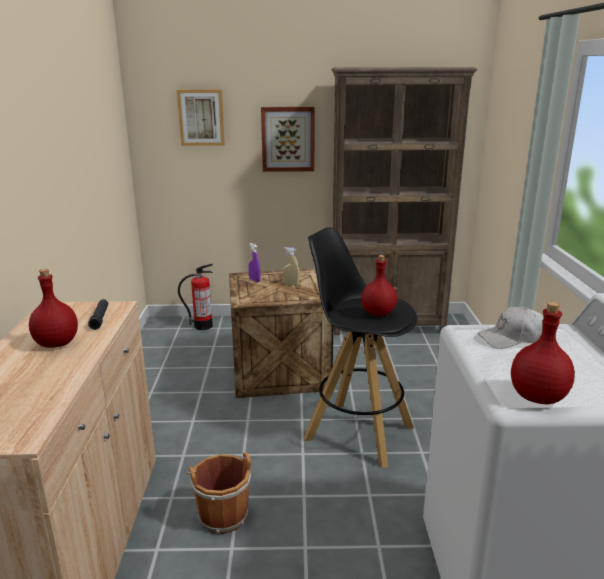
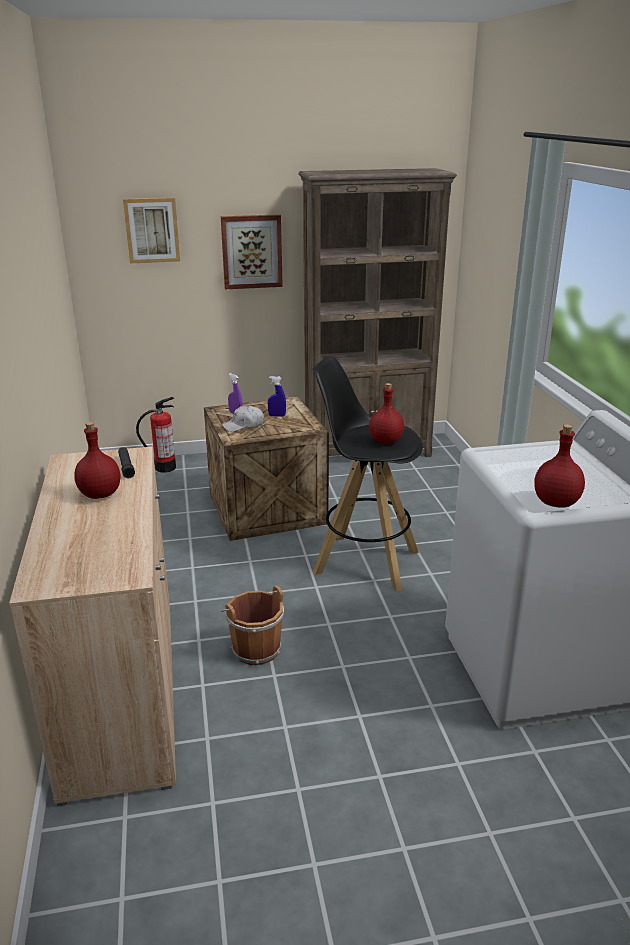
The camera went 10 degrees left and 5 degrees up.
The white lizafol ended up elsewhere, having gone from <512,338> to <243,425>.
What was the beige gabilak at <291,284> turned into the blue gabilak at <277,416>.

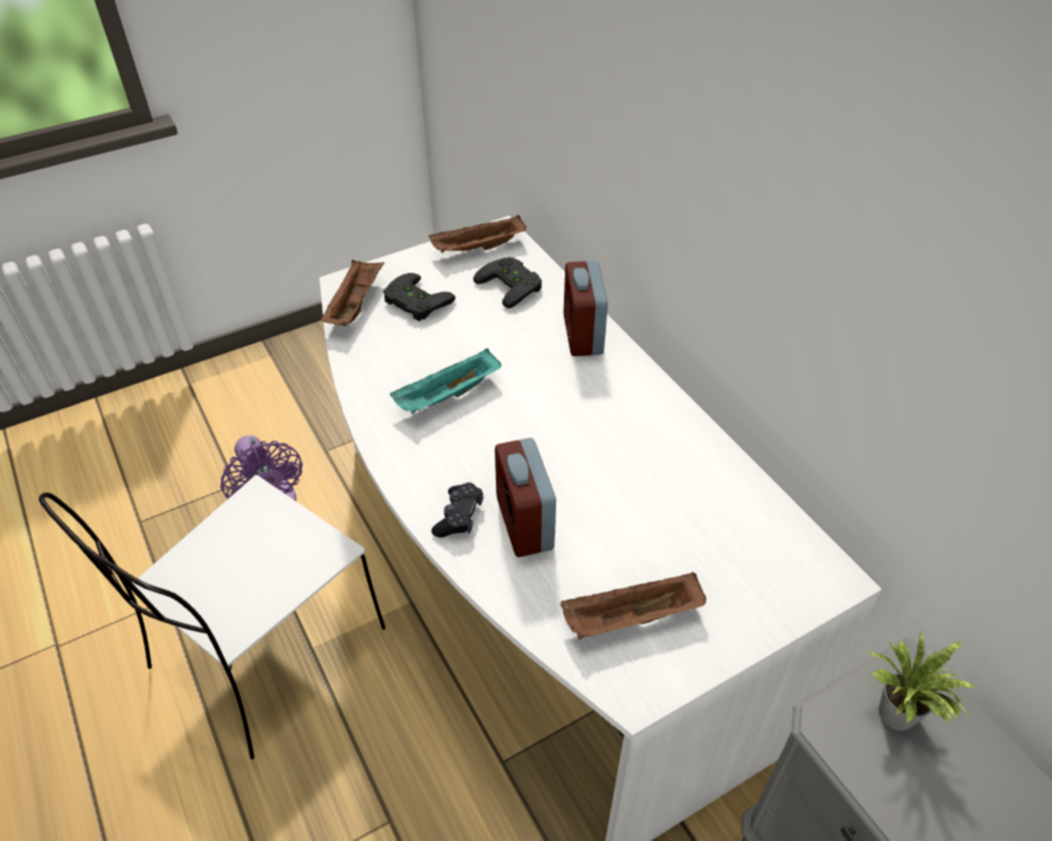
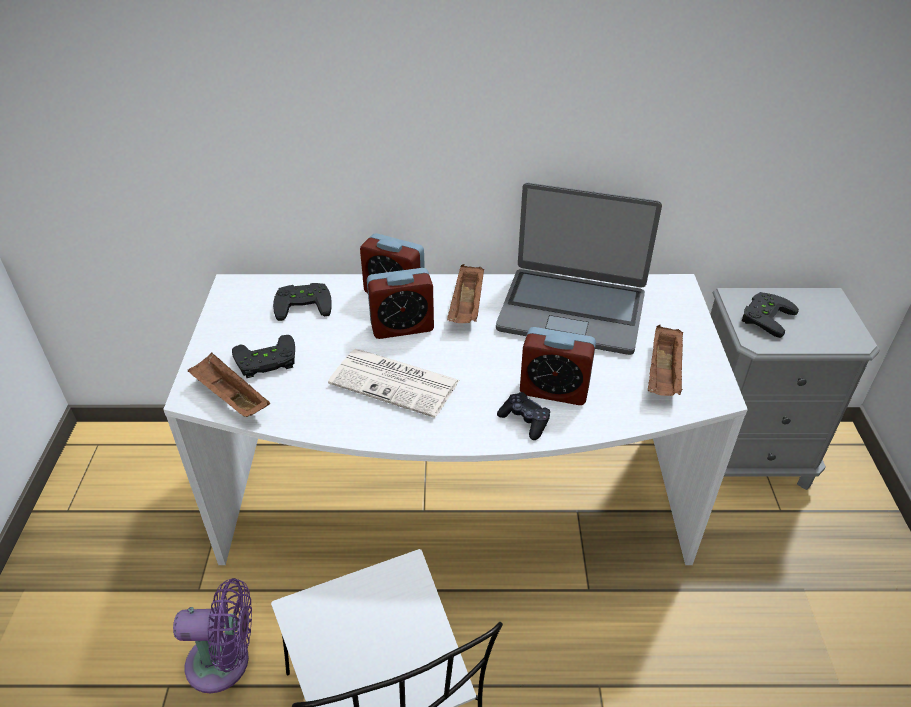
The camera went 60 degrees left and 5 degrees down.
Where the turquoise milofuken stood at <448,396>, the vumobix came to stand at <396,382>.
The second view gained the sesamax at <402,327>.
The brown milofuken ended up elsewhere, having gone from <478,249> to <467,307>.
The second view gained the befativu at <572,311>.
Where the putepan stood at <897,718>, the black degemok came to stand at <764,316>.

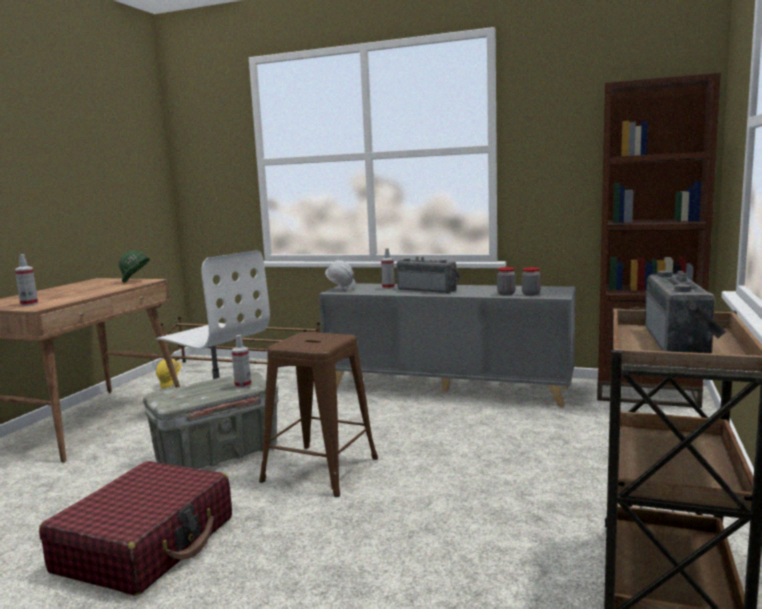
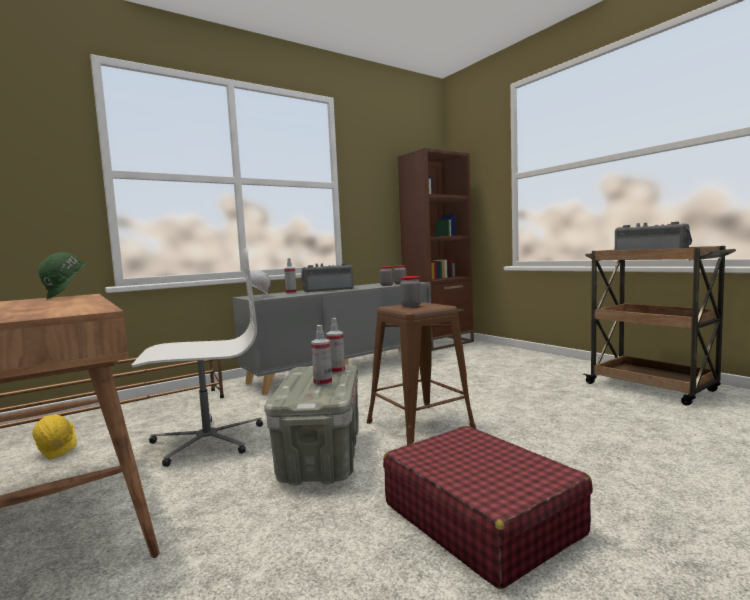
The camera went 55 degrees left and 5 degrees down.
The gabilak ended up elsewhere, having gone from <29,304> to <323,383>.
The second view gained the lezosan at <411,306>.

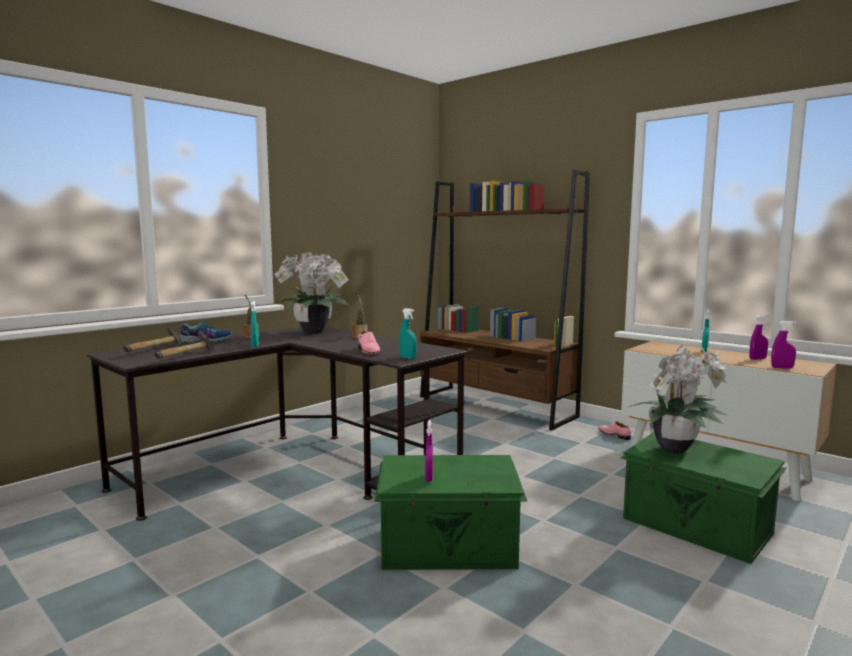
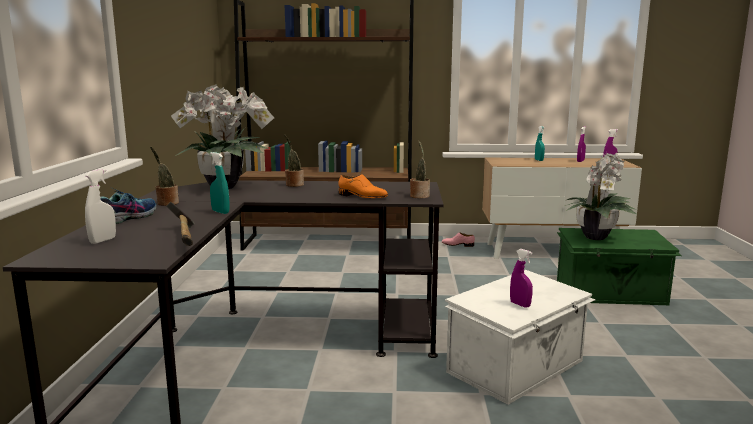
The camera went 40 degrees left and 5 degrees up.
Where the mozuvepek stood at <155,350>, the white gabilak came to stand at <103,240>.
What was the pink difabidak at <368,351> turned into the orange difabidak at <362,196>.
Where the turquoise gabilak stood at <407,358>, the putepan came to stand at <419,196>.
What was the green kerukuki at <449,548> turned into the white kerukuki at <517,367>.

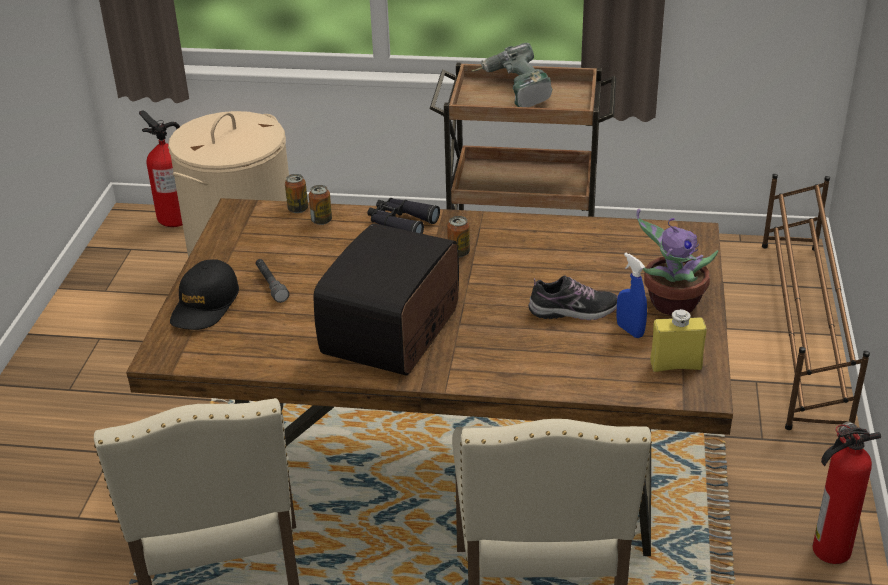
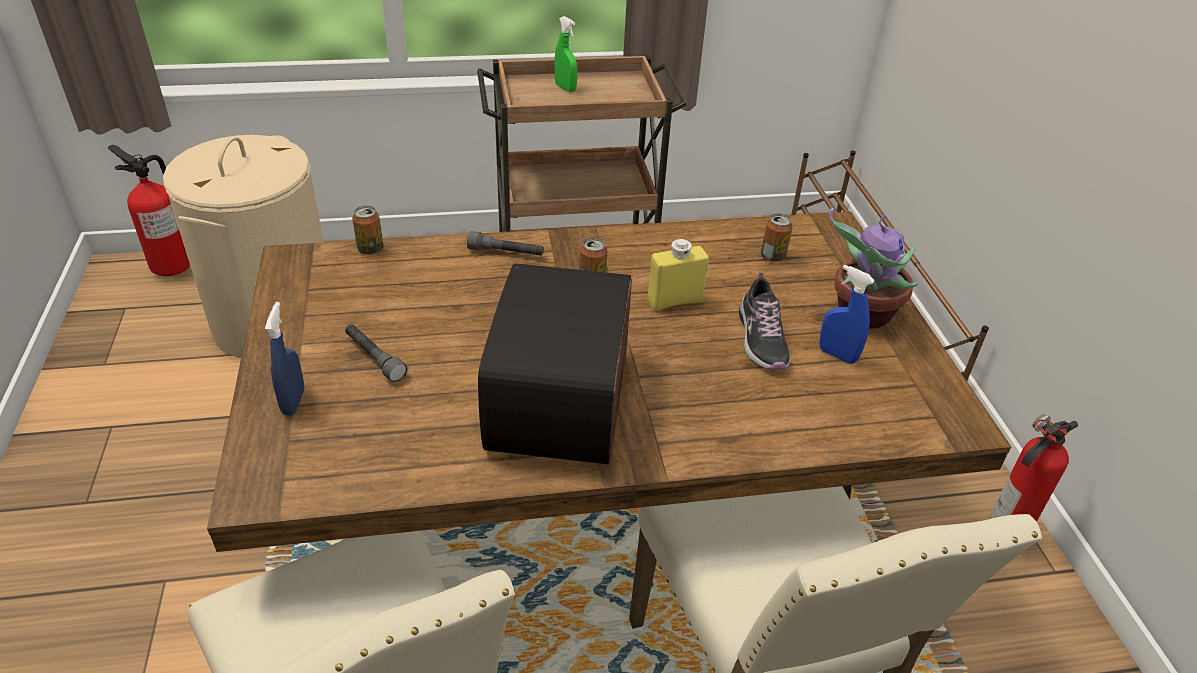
The camera went 20 degrees left and 5 degrees up.
Where the black lizafol stood at <205,305>, the blue gabilak came to stand at <293,402>.
Where the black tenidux stood at <400,223>, the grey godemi came to stand at <506,253>.
Where the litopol stood at <514,92>, the green gabilak came to stand at <565,88>.
The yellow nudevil ended up elsewhere, having gone from <675,365> to <675,301>.
The difabidak at <573,311> ended up facing another way, 105 degrees clockwise from before.
The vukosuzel ended up elsewhere, having gone from <321,220> to <773,256>.

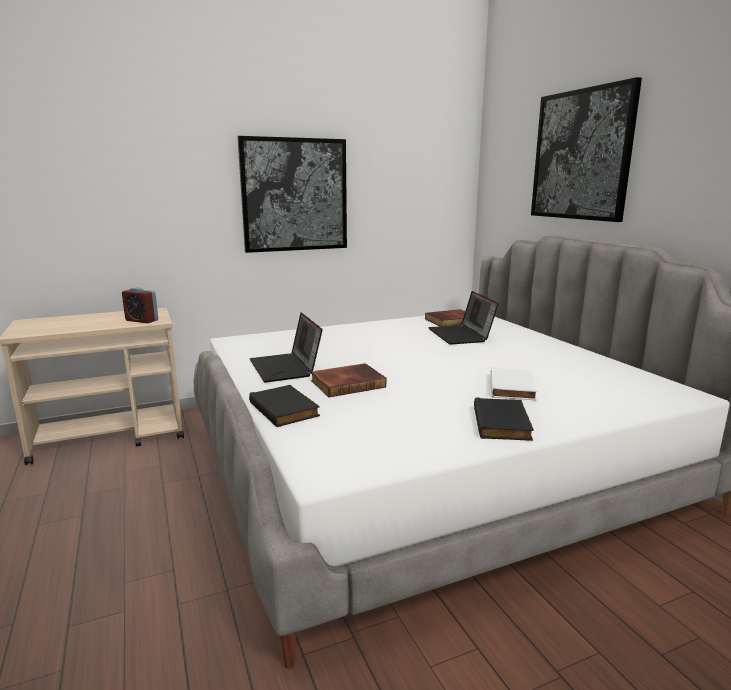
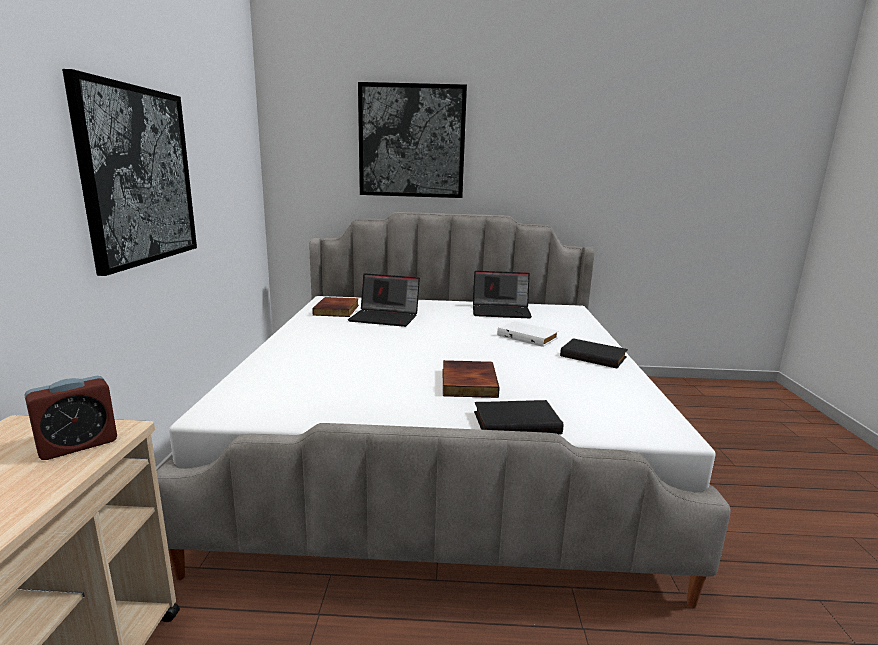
The camera went 65 degrees left and 0 degrees up.
The befativu ended up elsewhere, having gone from <286,368> to <501,311>.

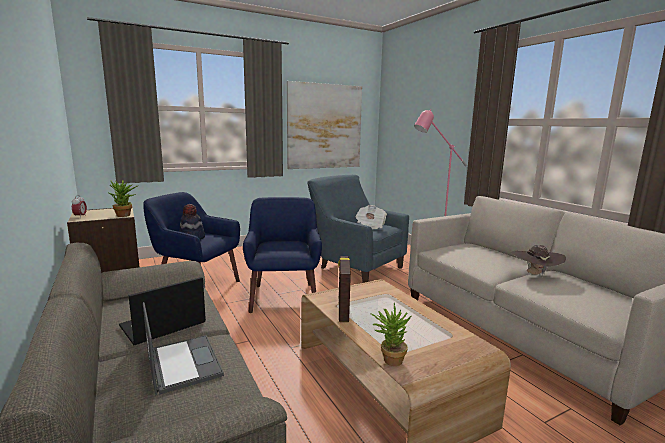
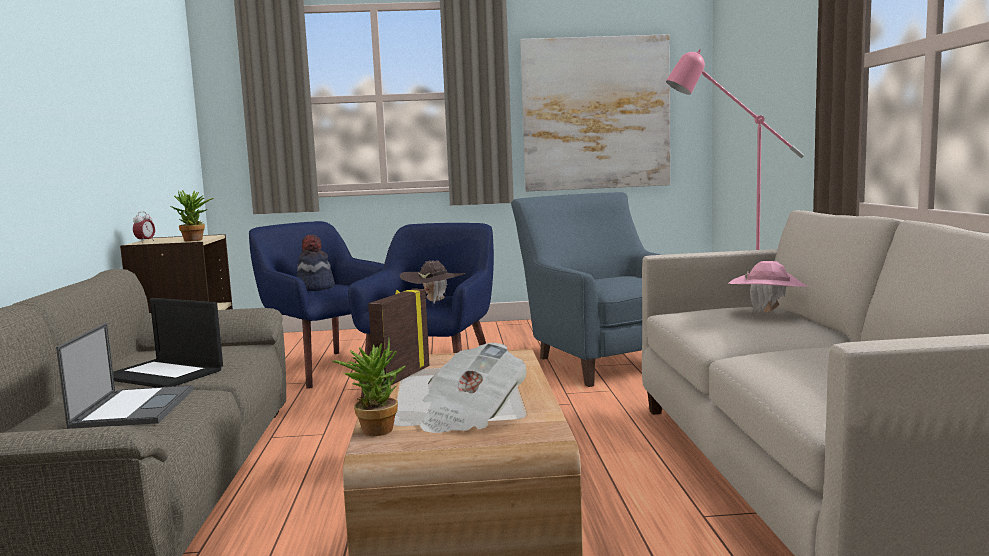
The camera went 25 degrees right and 5 degrees down.
The befativu at <162,325> ended up facing another way, 135 degrees counterclockwise from before.
The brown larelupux ended up elsewhere, having gone from <535,274> to <434,302>.
The vumobix ended up elsewhere, having gone from <370,226> to <470,417>.
The second view gained the pink larelupux at <768,313>.

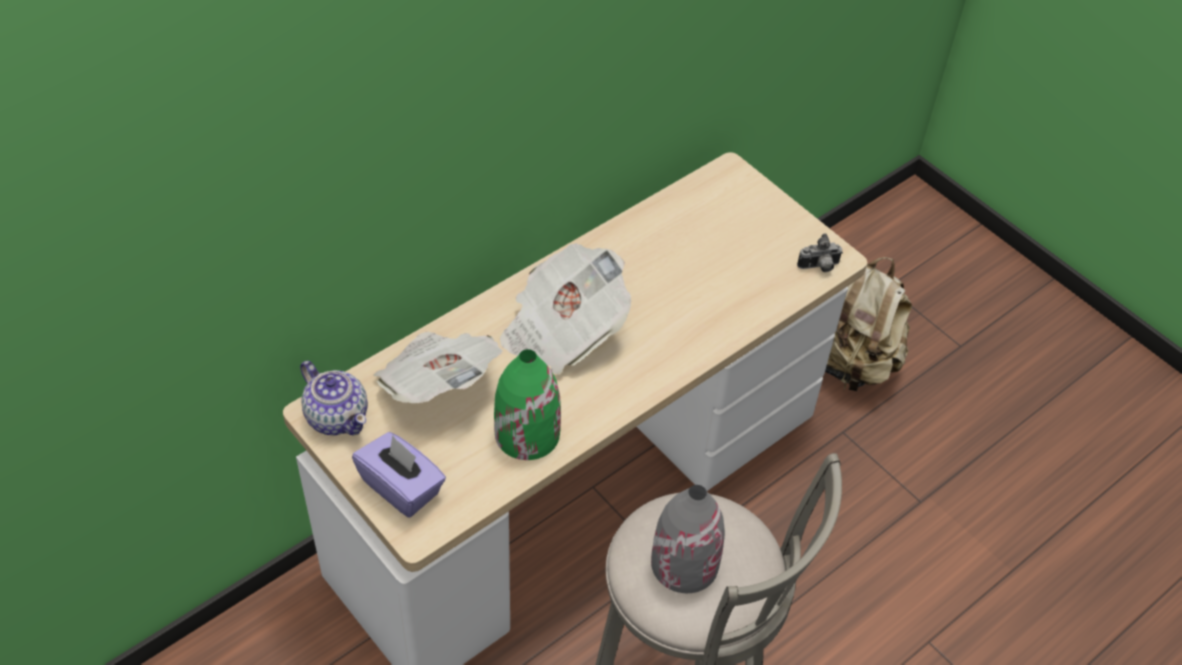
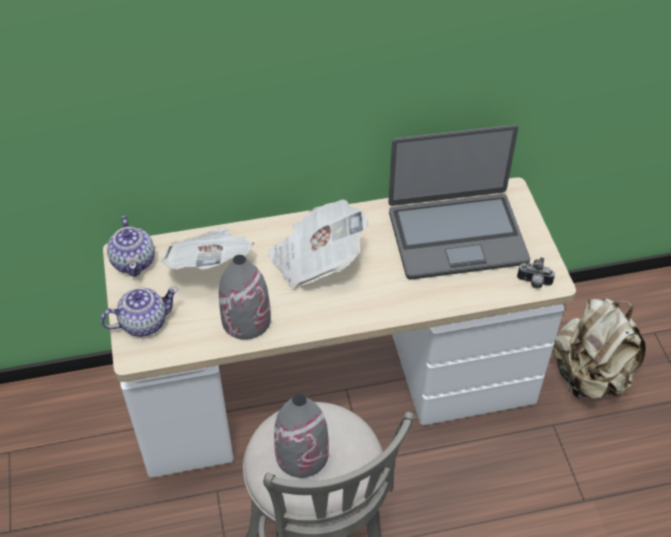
The camera went 30 degrees right and 0 degrees up.
Where the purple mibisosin stood at <401,487>, the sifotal came to stand at <143,322>.
What was the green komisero at <527,433> turned into the grey komisero at <246,319>.
The second view gained the befativu at <456,235>.

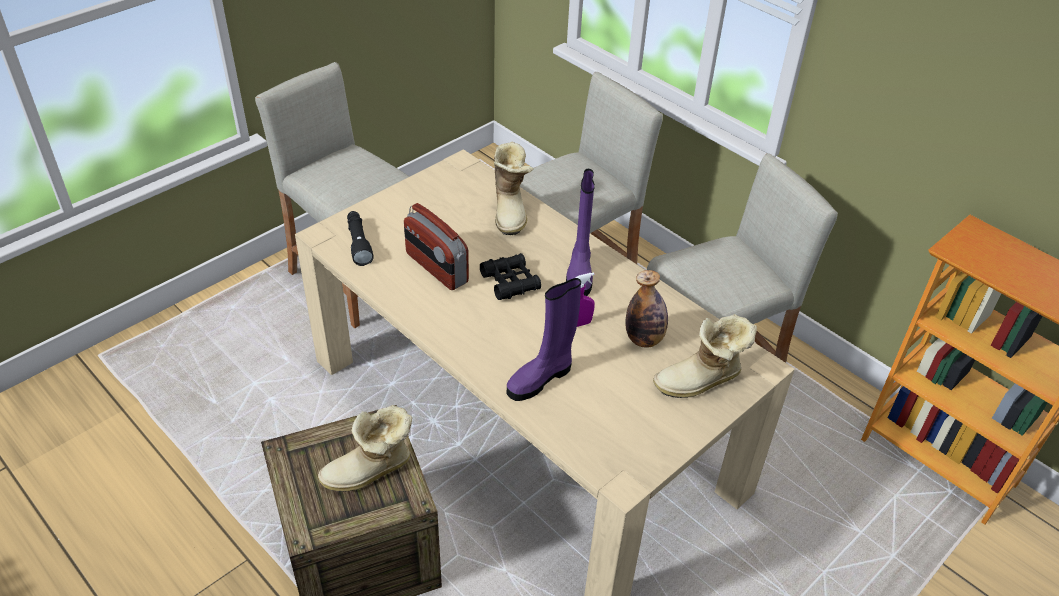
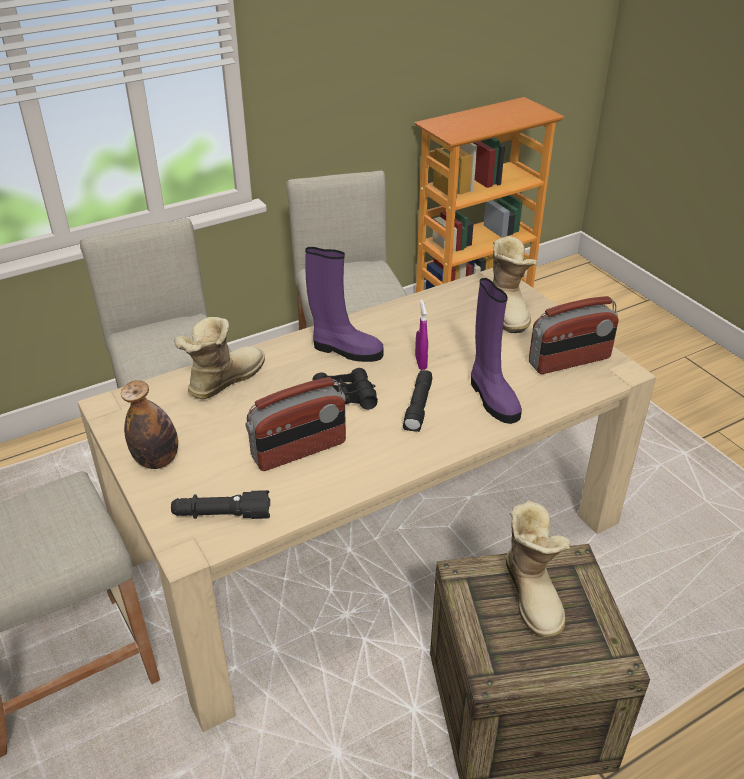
The camera went 75 degrees left and 5 degrees down.
The nudevil ended up elsewhere, having gone from <644,339> to <157,460>.
The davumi at <511,211> ended up facing another way, 60 degrees counterclockwise from before.
The second view gained the black godemi at <419,407>.
The second view gained the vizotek at <569,361>.

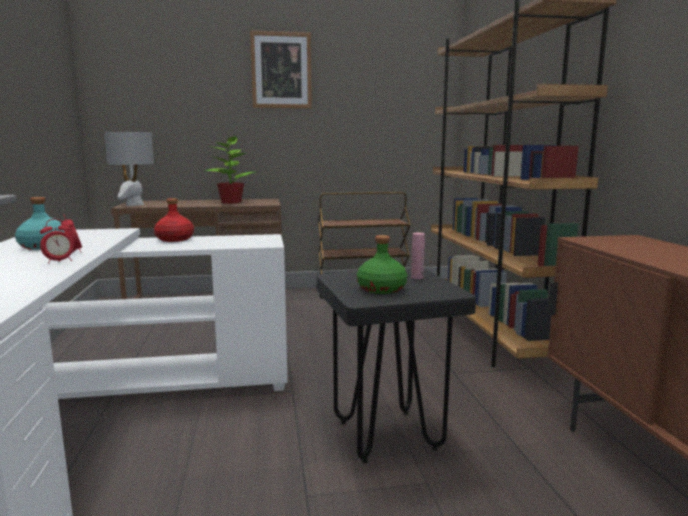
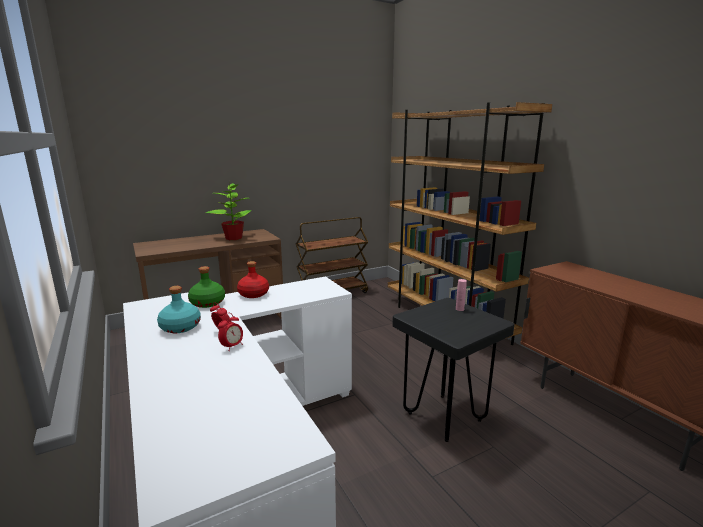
The camera went 20 degrees left and 5 degrees up.
The green nudevil ended up elsewhere, having gone from <381,289> to <207,303>.
The second view lost the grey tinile at <134,205>.
The second view lost the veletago at <281,70>.

